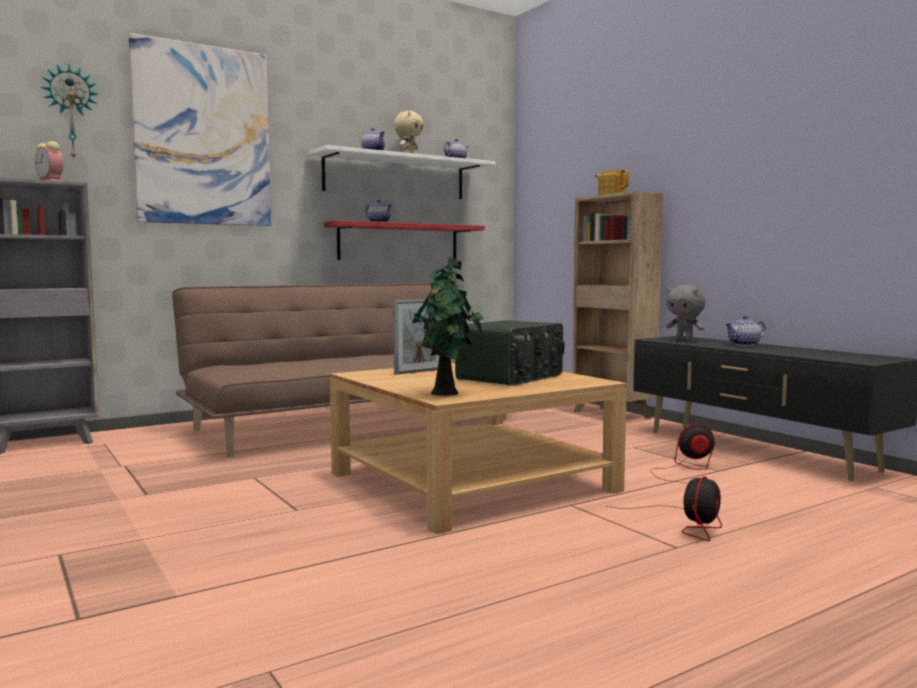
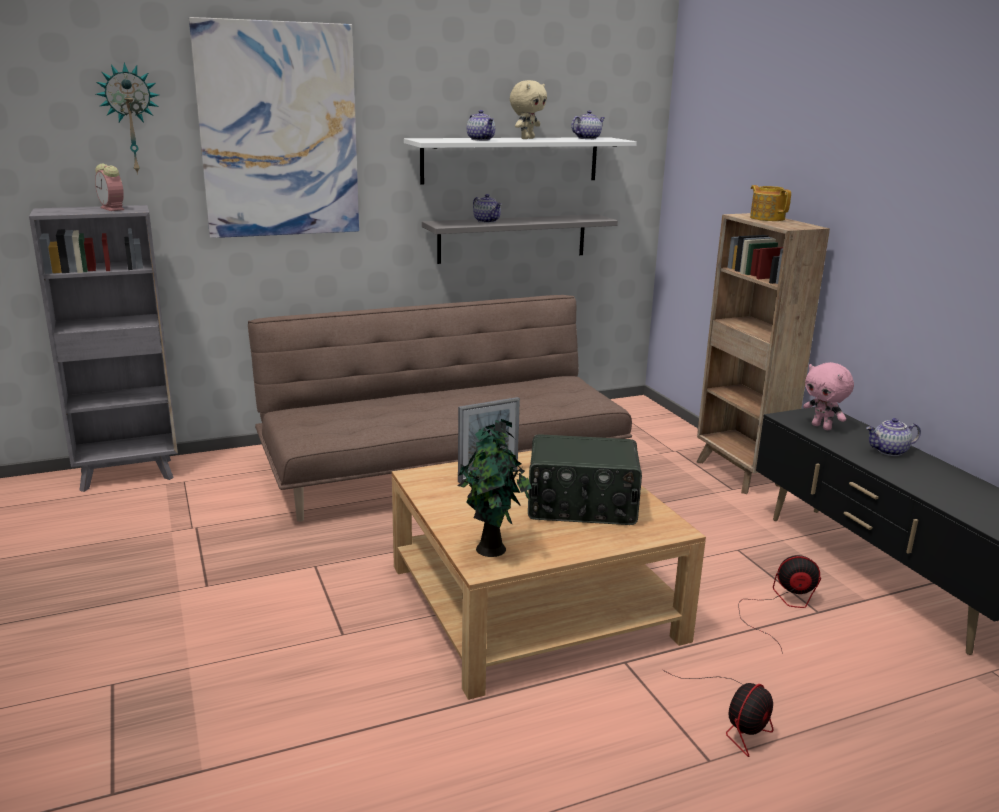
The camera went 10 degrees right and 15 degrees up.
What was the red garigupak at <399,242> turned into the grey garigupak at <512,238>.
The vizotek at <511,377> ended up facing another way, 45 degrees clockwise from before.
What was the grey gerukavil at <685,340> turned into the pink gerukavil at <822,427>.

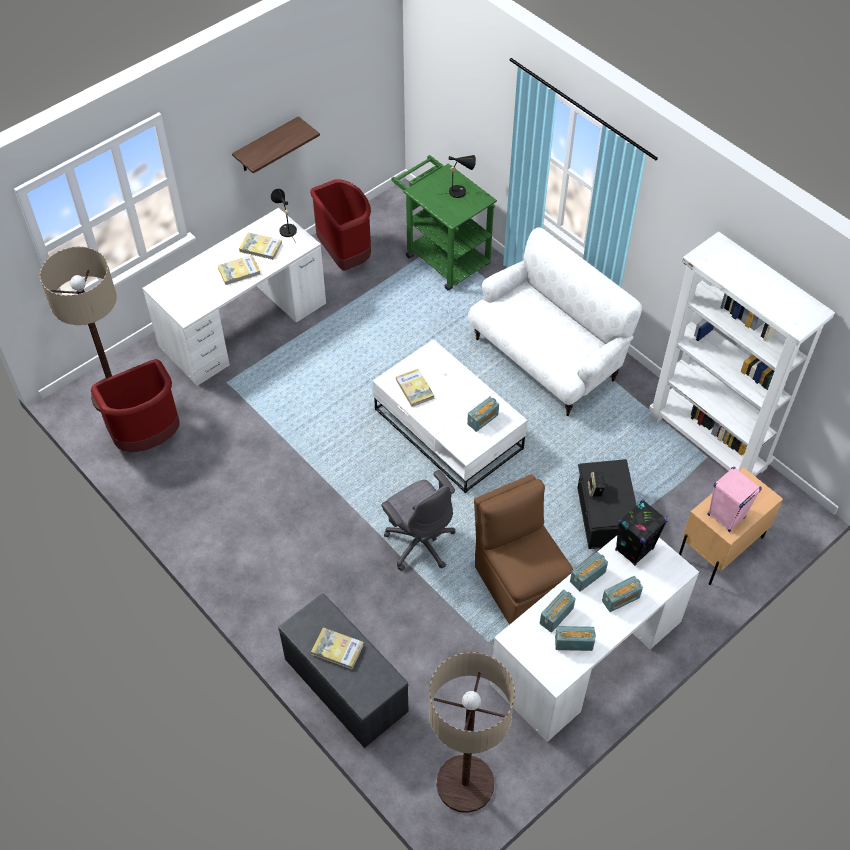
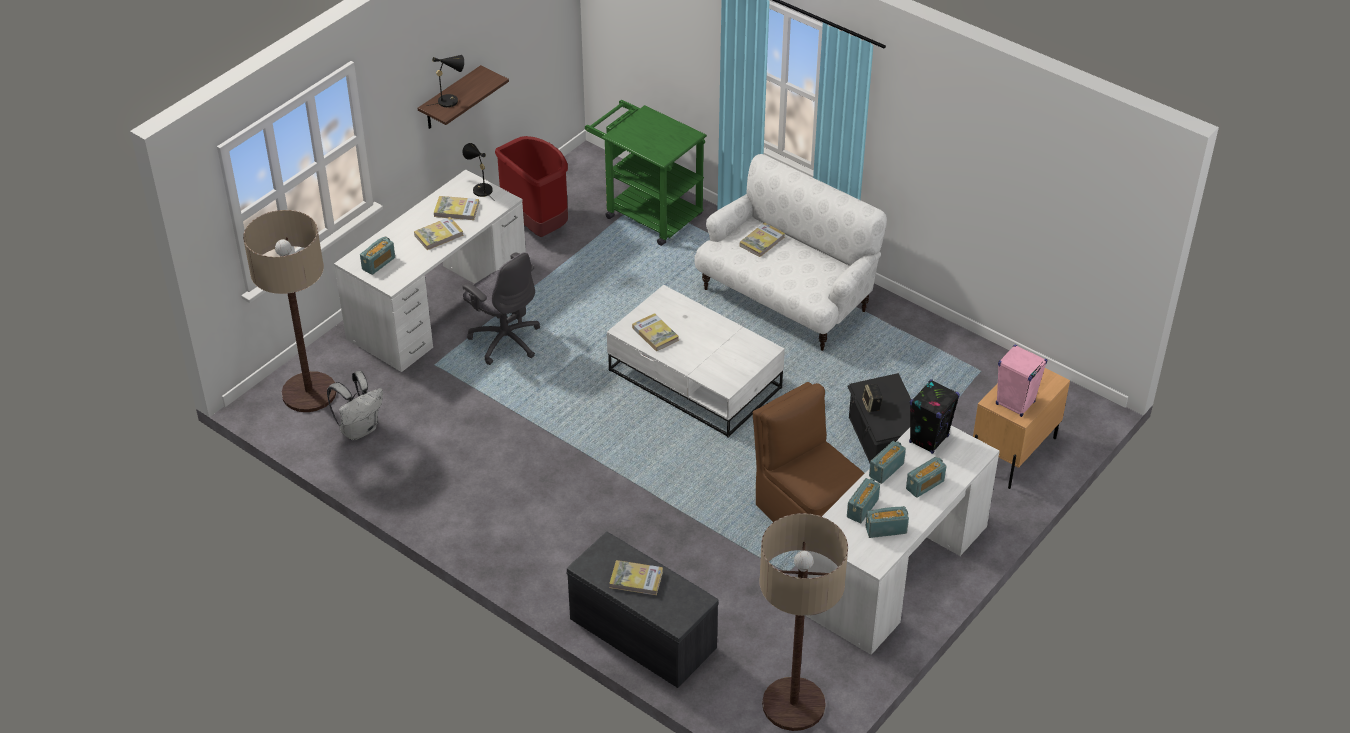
The camera went 10 degrees left and 10 degrees down.
Where the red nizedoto stood at <148,437>, the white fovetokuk came to stand at <359,429>.
The vizotek ended up elsewhere, having gone from <482,419> to <378,263>.
The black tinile ended up elsewhere, having gone from <460,191> to <451,100>.
The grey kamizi ended up elsewhere, having gone from <419,542> to <505,340>.
The second view gained the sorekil at <762,241>.
The second view lost the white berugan at <708,442>.

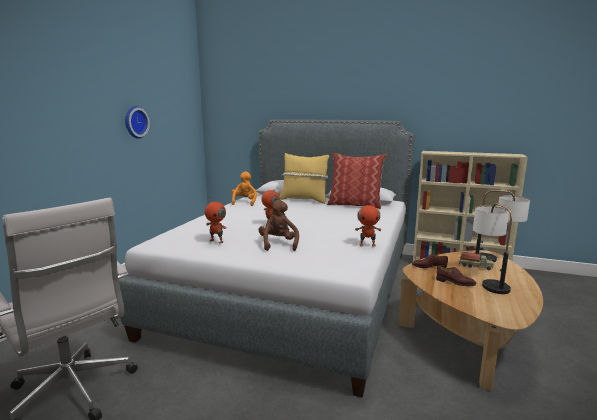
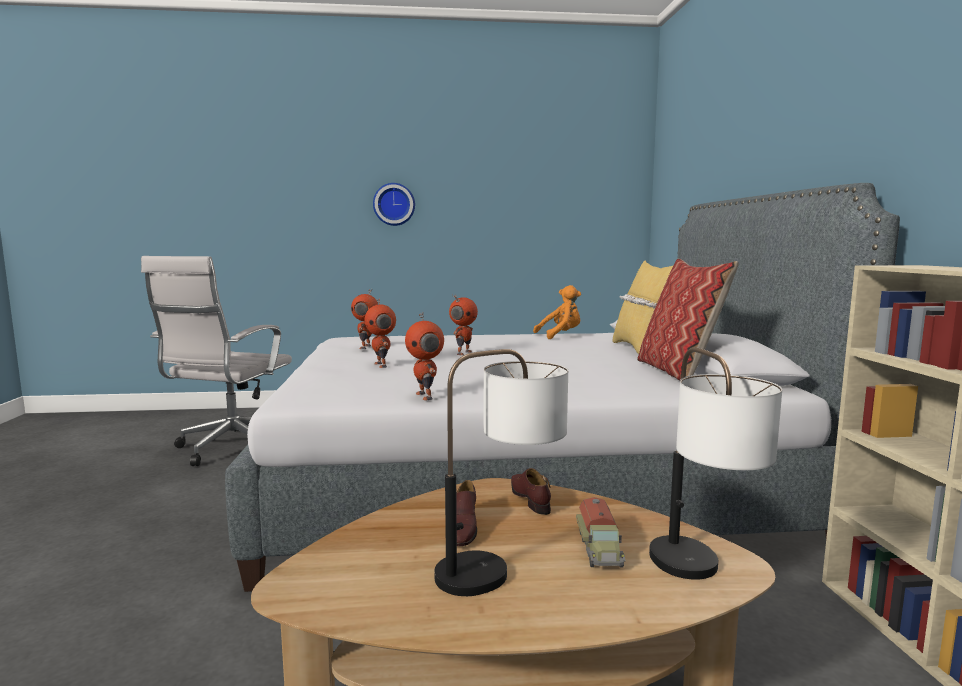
The camera went 65 degrees right and 5 degrees down.
Where the brown gerukavil stood at <278,244>, the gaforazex came to stand at <382,365>.
The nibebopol ended up elsewhere, having gone from <135,122> to <394,204>.

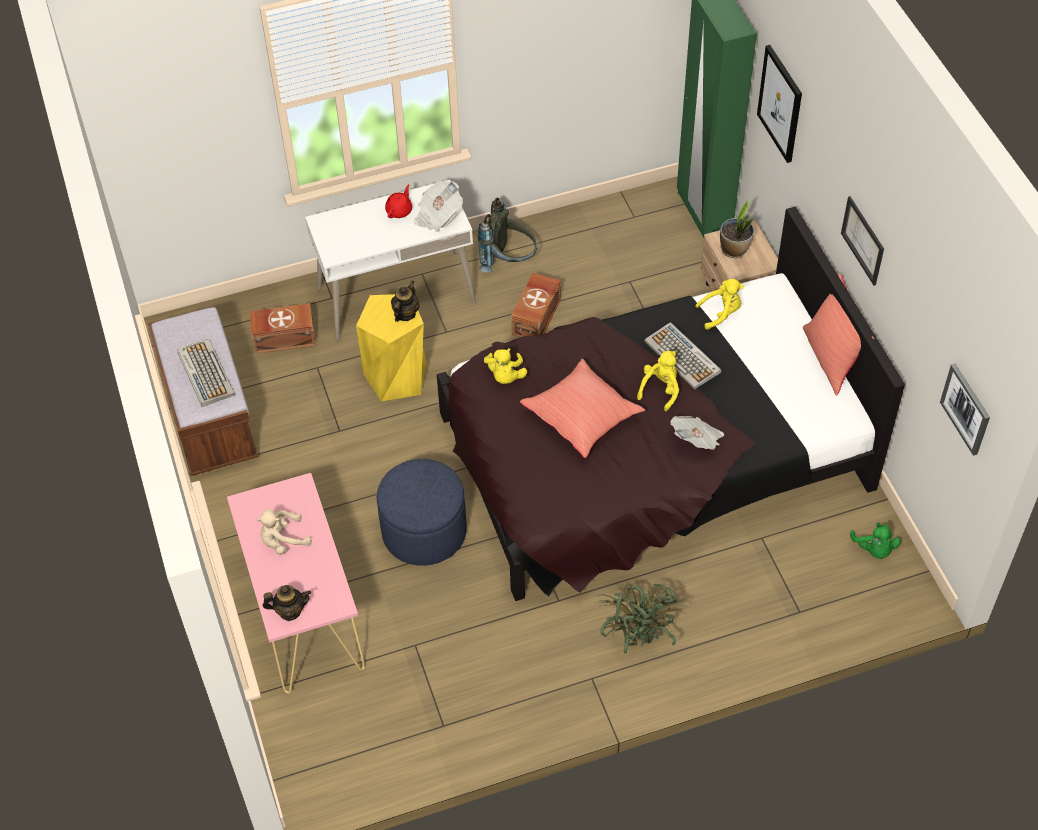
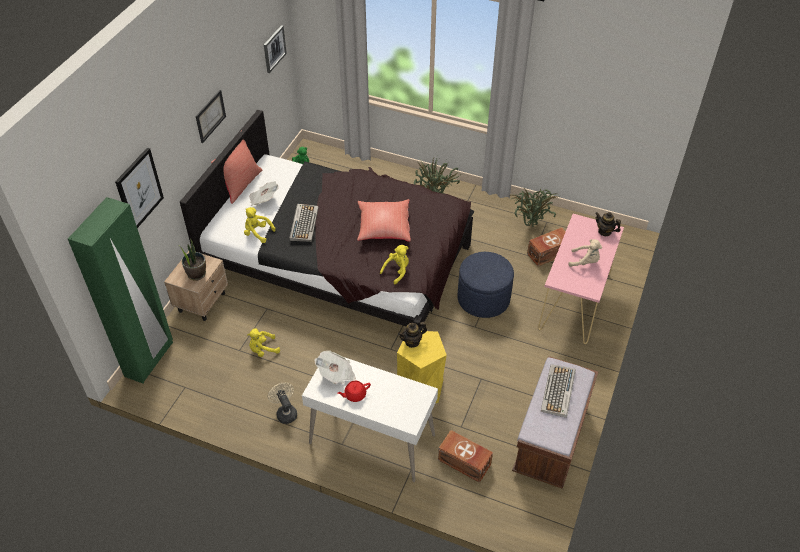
The camera went 140 degrees left and 5 degrees down.
The yellow gerukavil ended up elsewhere, having gone from <660,390> to <263,349>.
The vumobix ended up elsewhere, having gone from <697,440> to <264,199>.
Where the grey fovetokuk stood at <509,262>, the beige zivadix came to stand at <285,412>.
The second view gained the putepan at <530,225>.
The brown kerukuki ended up elsewhere, having gone from <537,316> to <547,253>.

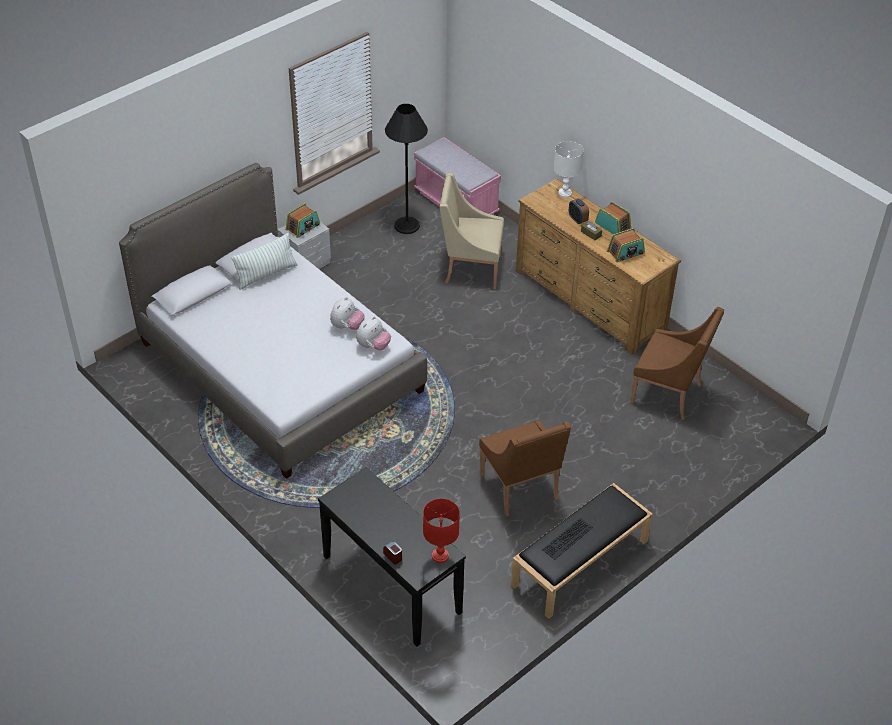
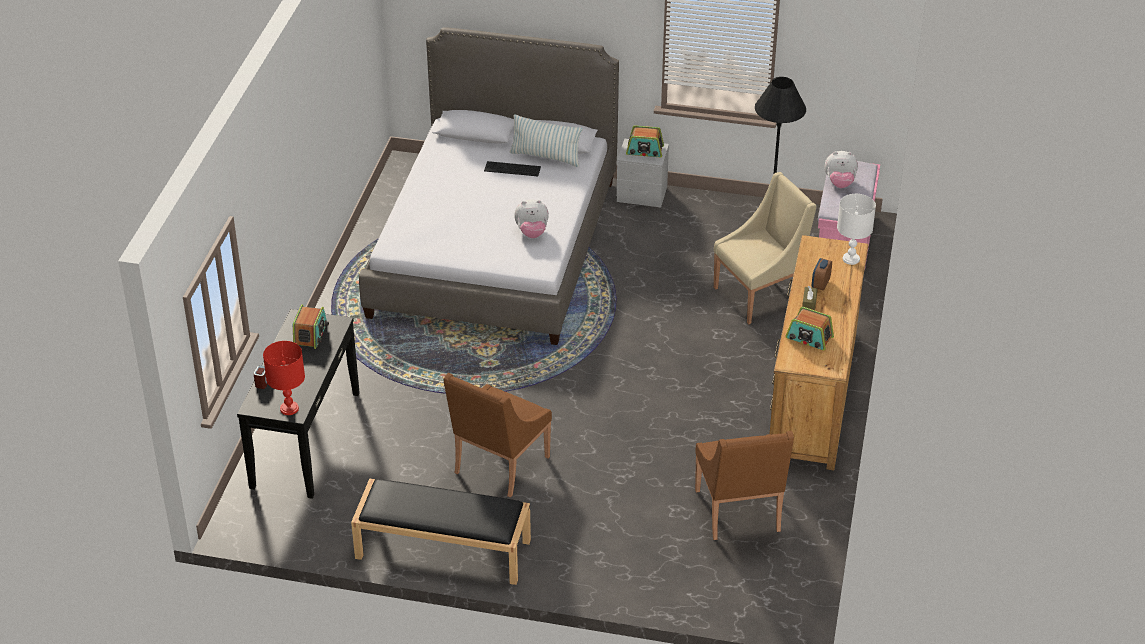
The camera went 55 degrees right and 5 degrees down.
The vizotek ended up elsewhere, having gone from <613,226> to <310,334>.
The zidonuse ended up elsewhere, having gone from <568,539> to <511,169>.
The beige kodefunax at <470,269> ended up facing another way, 90 degrees clockwise from before.
The gerukavil ended up elsewhere, having gone from <373,346> to <839,183>.

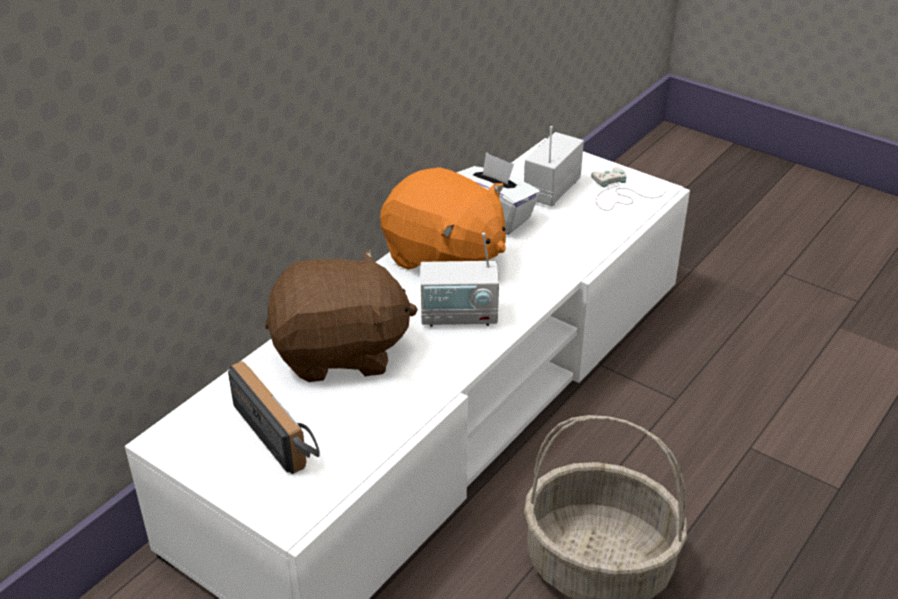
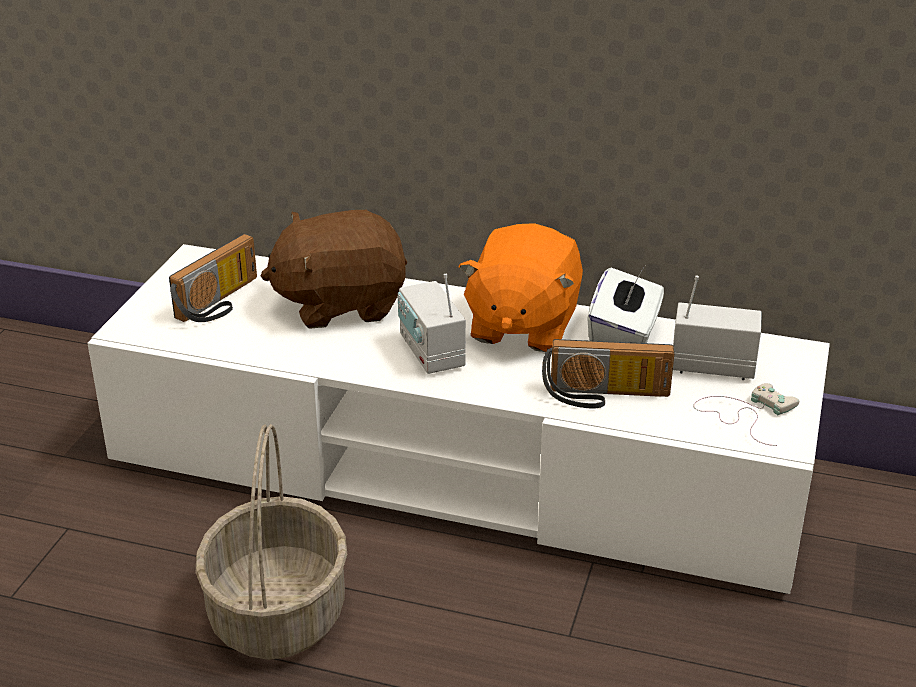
The camera went 70 degrees right and 5 degrees down.
The brown gerukavil at <340,352> ended up facing another way, 105 degrees clockwise from before.
The second view gained the vizotek at <605,396>.

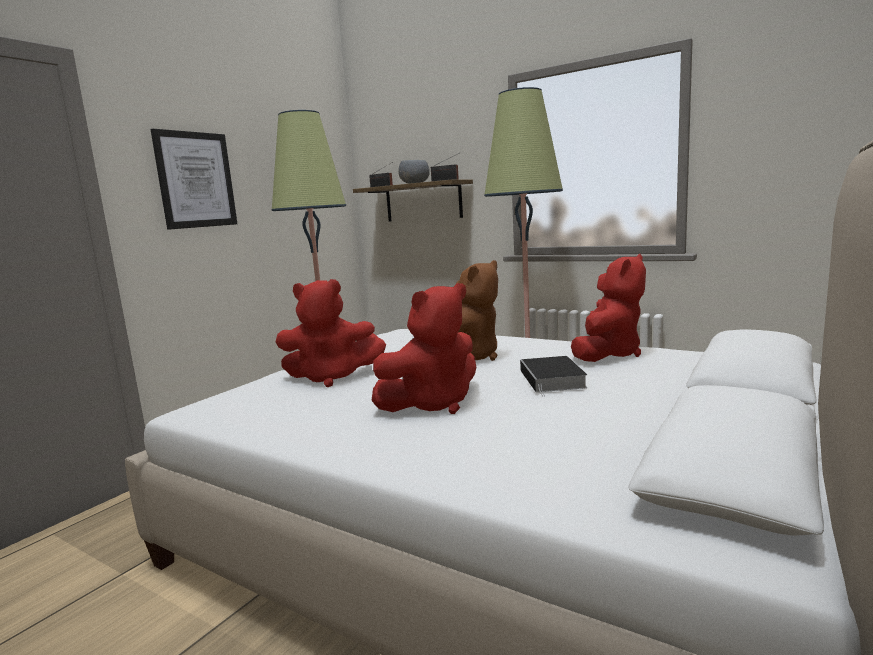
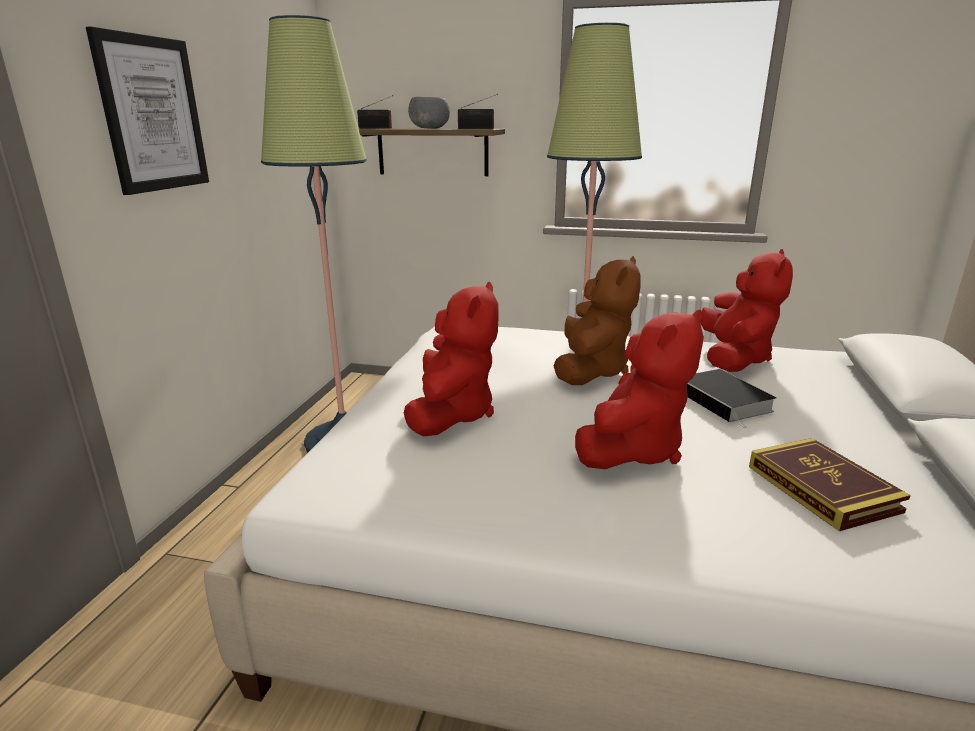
The camera went 20 degrees left and 10 degrees up.
The red gerukavil at <331,377> ended up facing another way, 60 degrees counterclockwise from before.
The second view gained the sorekil at <822,488>.

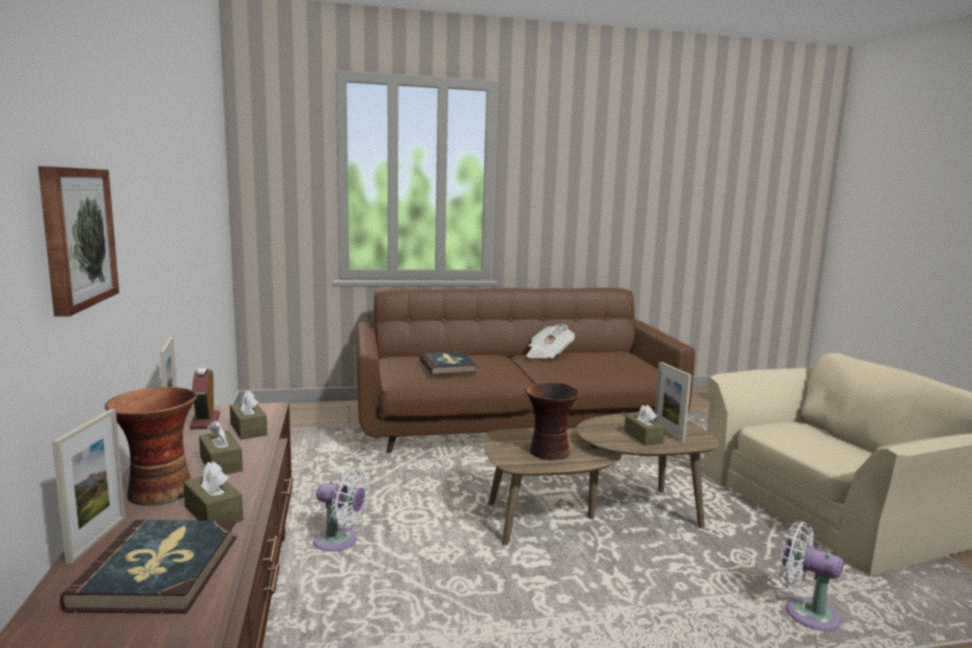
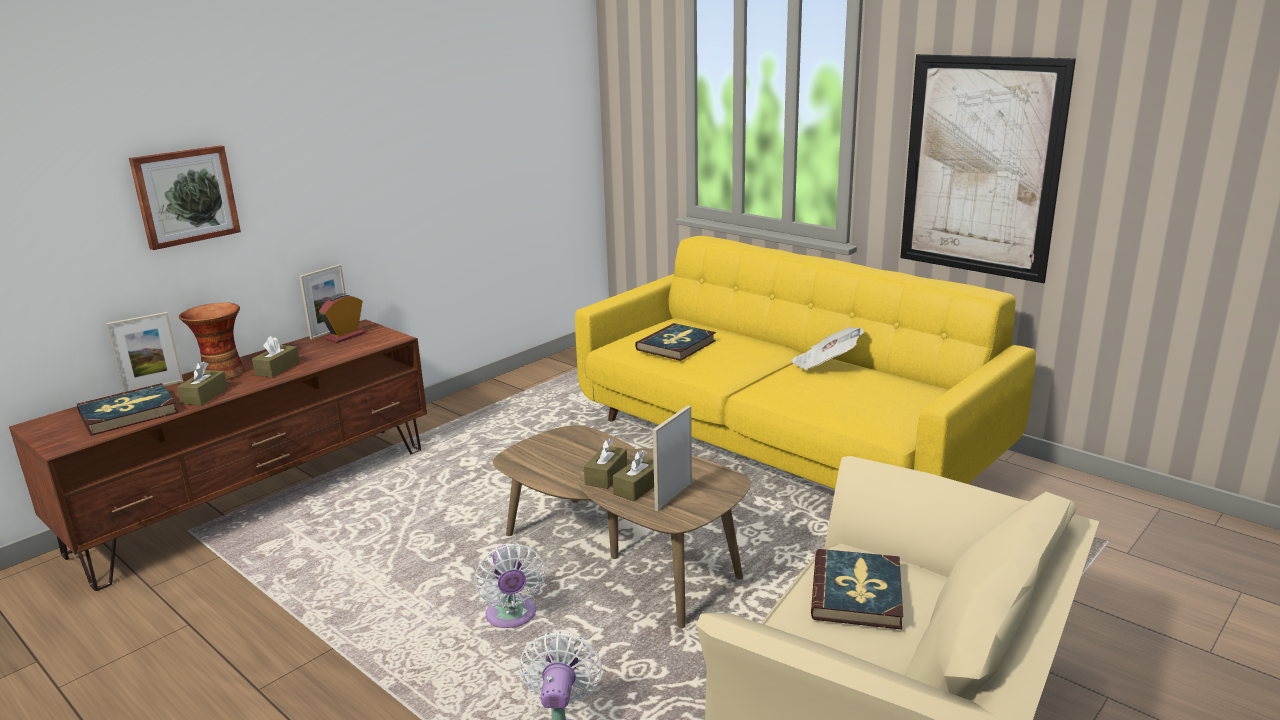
The camera went 55 degrees right and 10 degrees up.
The white zivadix ended up elsewhere, having gone from <339,542> to <512,617>.
What was the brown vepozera at <515,425> turned into the yellow vepozera at <782,443>.
The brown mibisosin ended up elsewhere, having gone from <248,429> to <606,476>.
The second view gained the sorekil at <857,593>.
The second view gained the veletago at <980,167>.
The second view lost the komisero at <549,453>.

